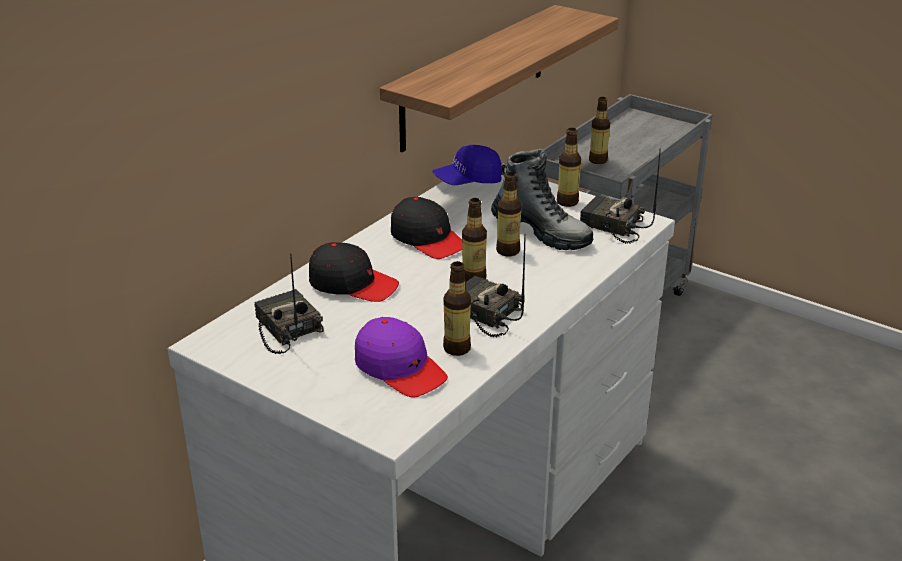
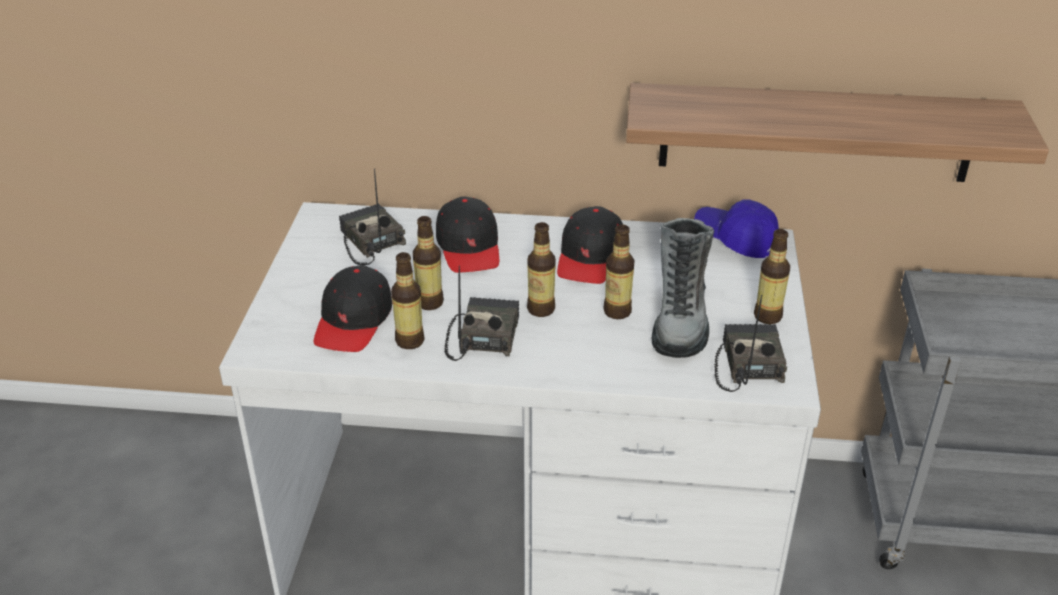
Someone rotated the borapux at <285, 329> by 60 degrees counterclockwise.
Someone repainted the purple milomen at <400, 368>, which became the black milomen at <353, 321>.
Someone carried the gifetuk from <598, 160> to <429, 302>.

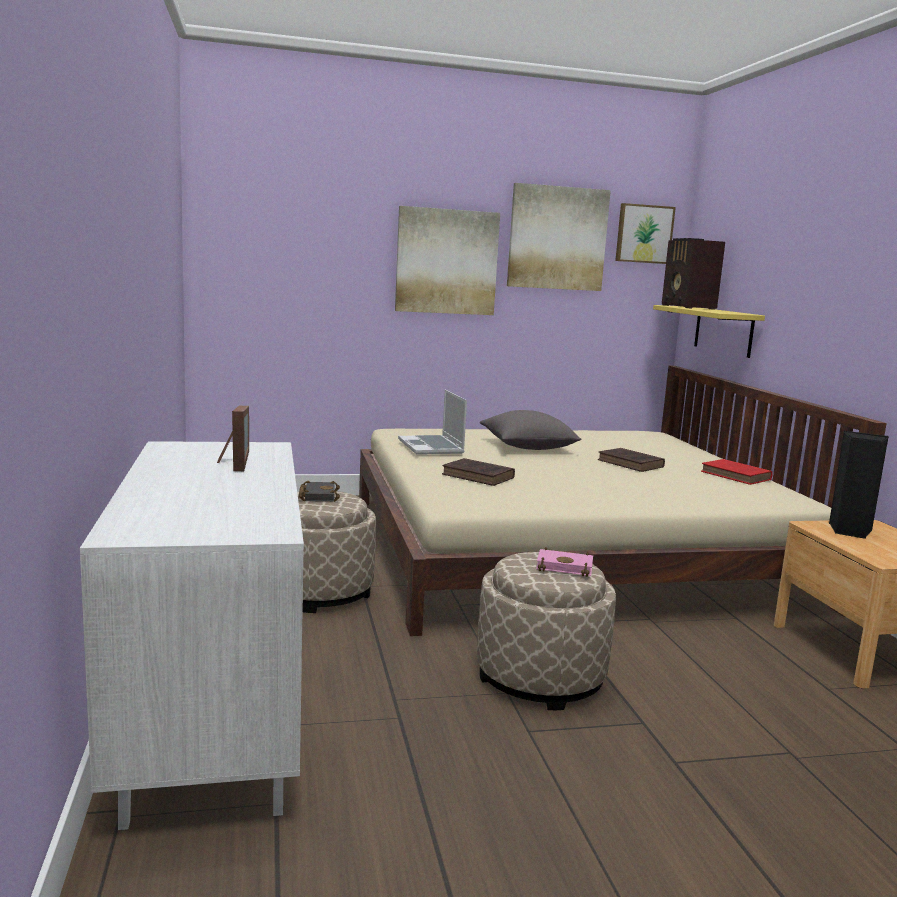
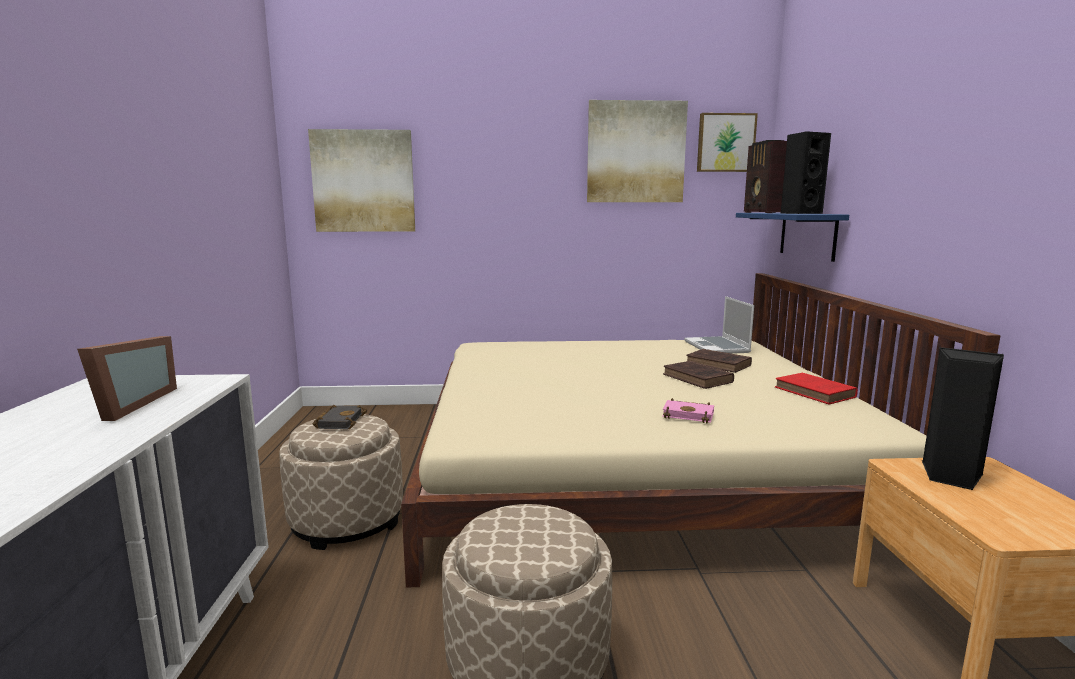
Someone carried the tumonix from <446, 261> to <363, 181>.
Someone carried the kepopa from <432, 447> to <717, 347>.
Someone carried the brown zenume from <479, 476> to <719, 364>.
Someone took away the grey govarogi at <527, 448>.
Someone carried the pink zenume from <566, 567> to <689, 415>.
Someone repainted the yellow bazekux at <723, 331>, which became the blue bazekux at <807, 235>.
Someone put down the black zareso at <800, 213>.

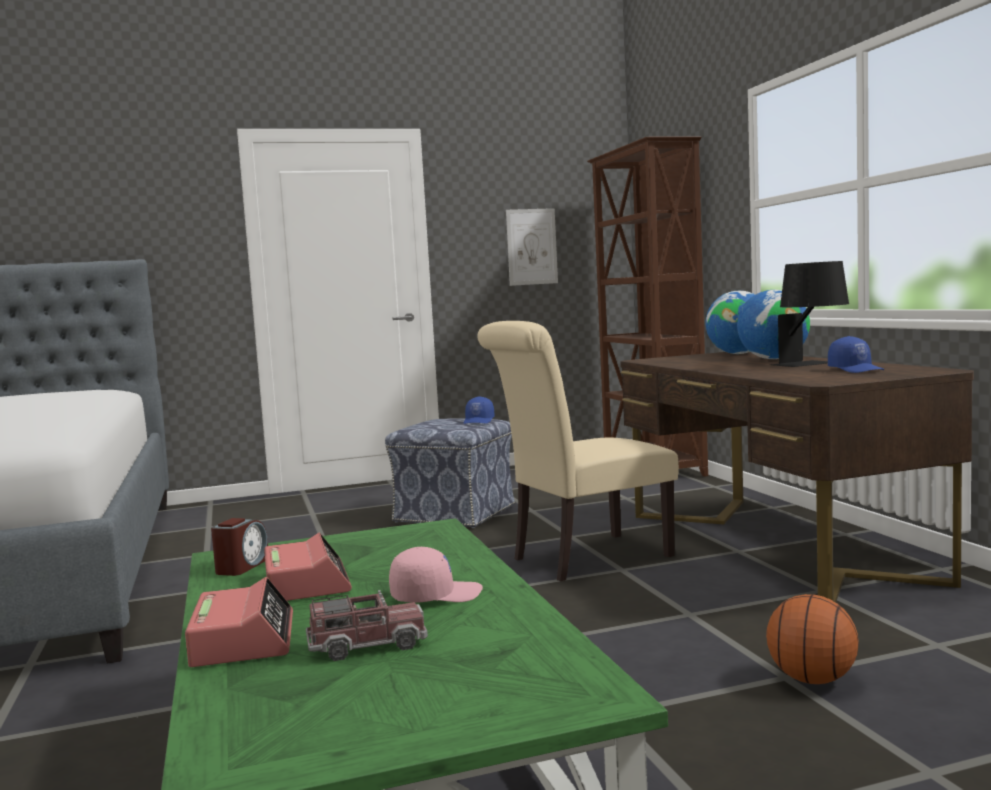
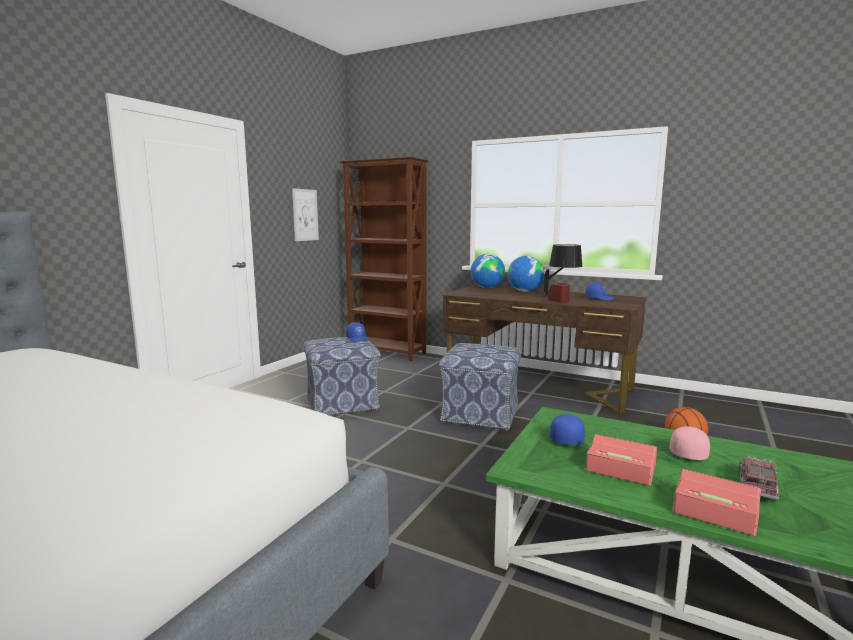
Someone carried the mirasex from <242, 566> to <559, 301>.
Someone swapped the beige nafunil at <583, 558> for the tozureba at <479, 414>.
Someone put down the blue milomen at <566, 438>.

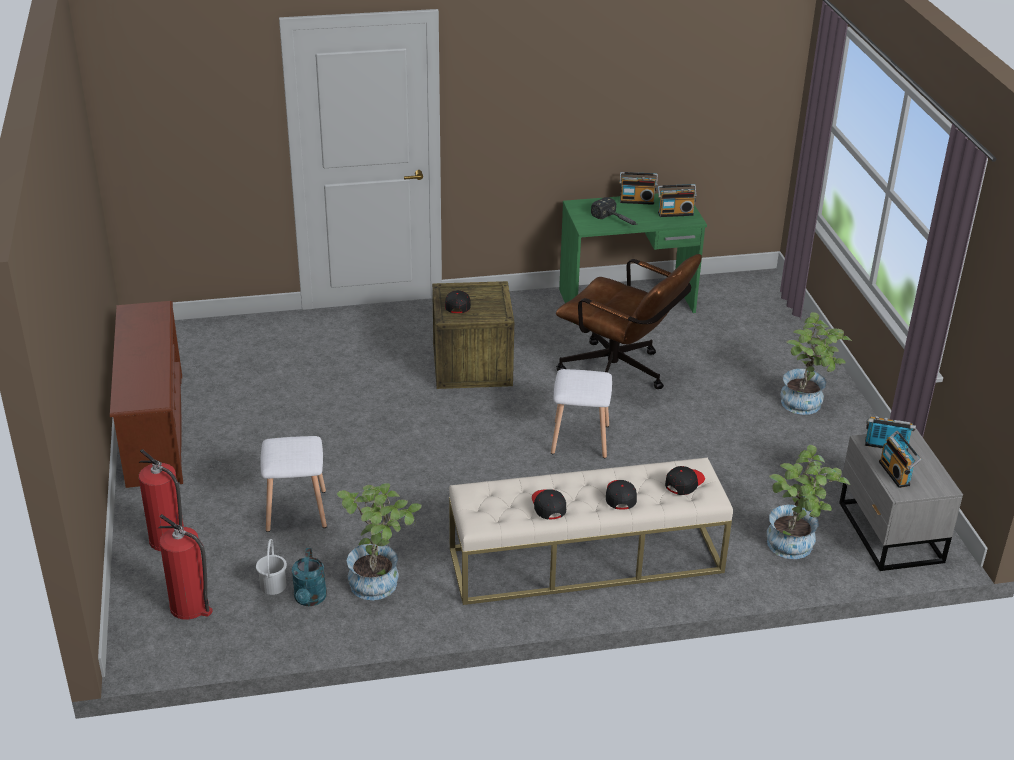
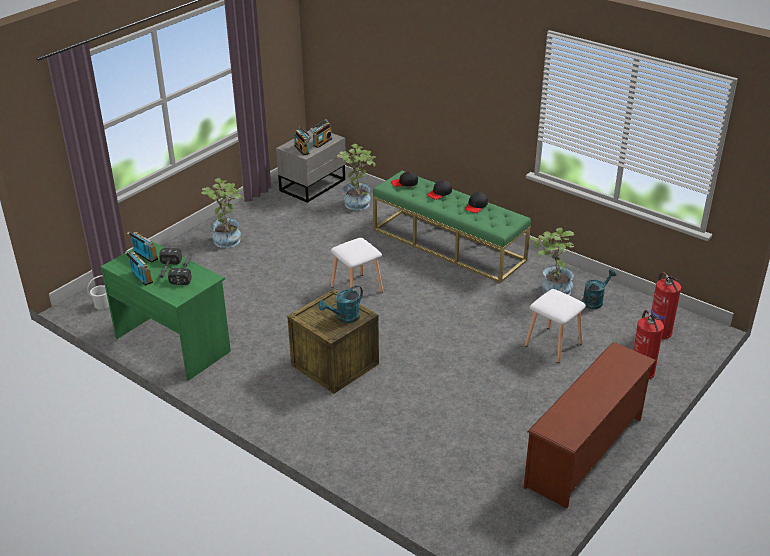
Someone carried the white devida from <272, 586> to <102, 304>.
Someone swapped the black milomen at <457, 305> for the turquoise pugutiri at <344, 318>.
Someone repainted the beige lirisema at <585, 561>, which became the green lirisema at <448, 245>.
Someone took away the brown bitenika at <621, 375>.
Someone put down the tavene at <167, 270>.

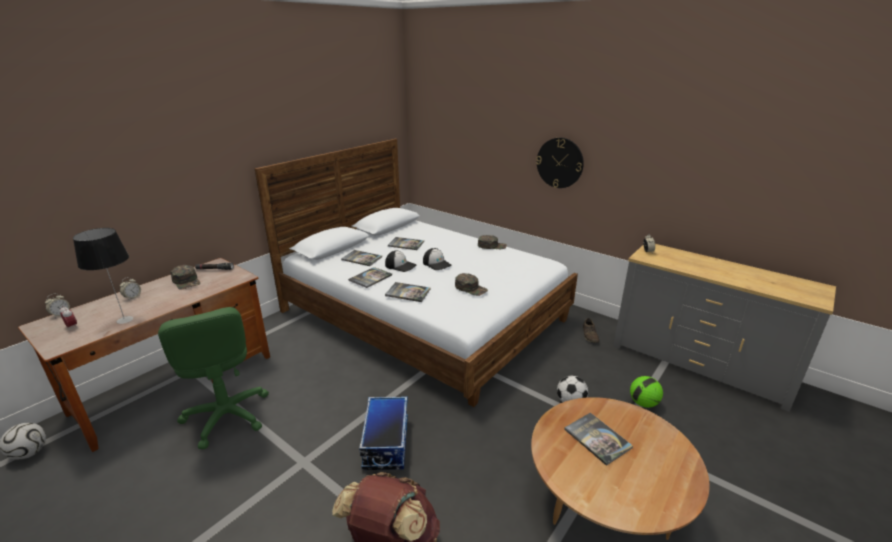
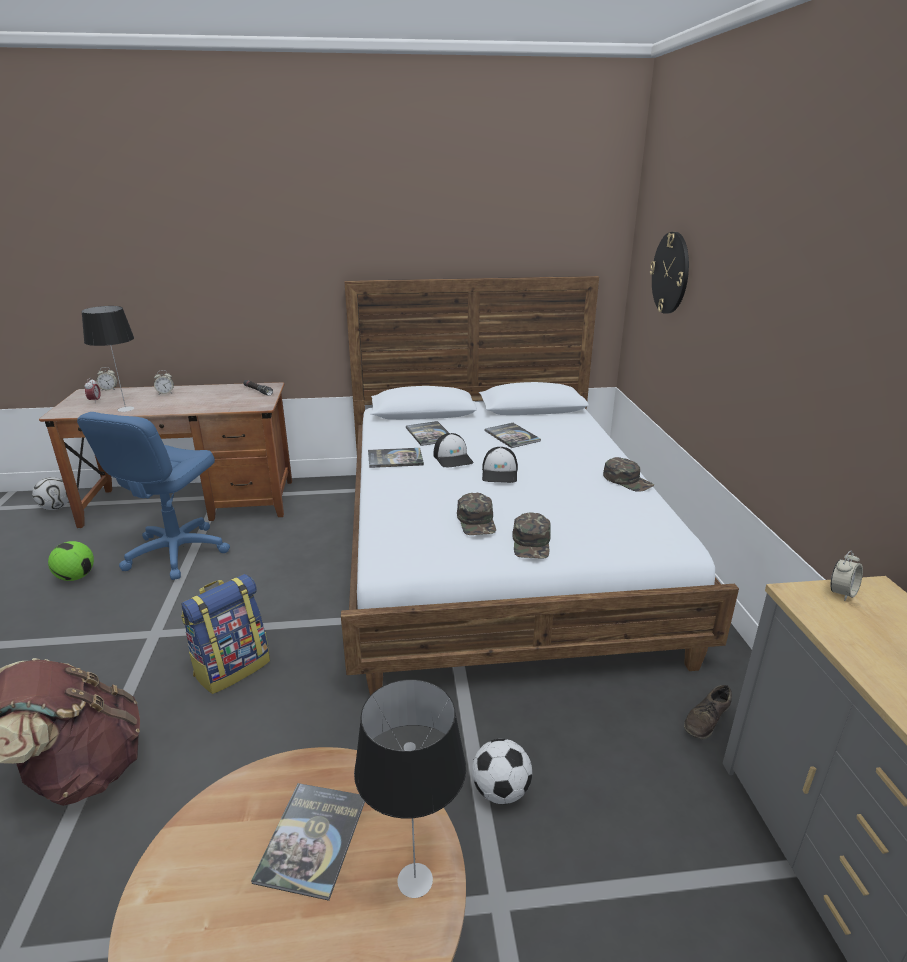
Someone repainted the green bitenika at <226, 416>, which became the blue bitenika at <176, 552>.
Someone carried the green milomen from <187, 281> to <532, 543>.
Someone swapped the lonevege at <385, 443> for the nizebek at <232, 668>.
Someone took away the zenume at <408, 292>.
Someone carried the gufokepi from <559, 163> to <670, 273>.
Someone carried the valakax from <643, 403> to <76, 577>.
Someone put down the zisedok at <415, 881>.

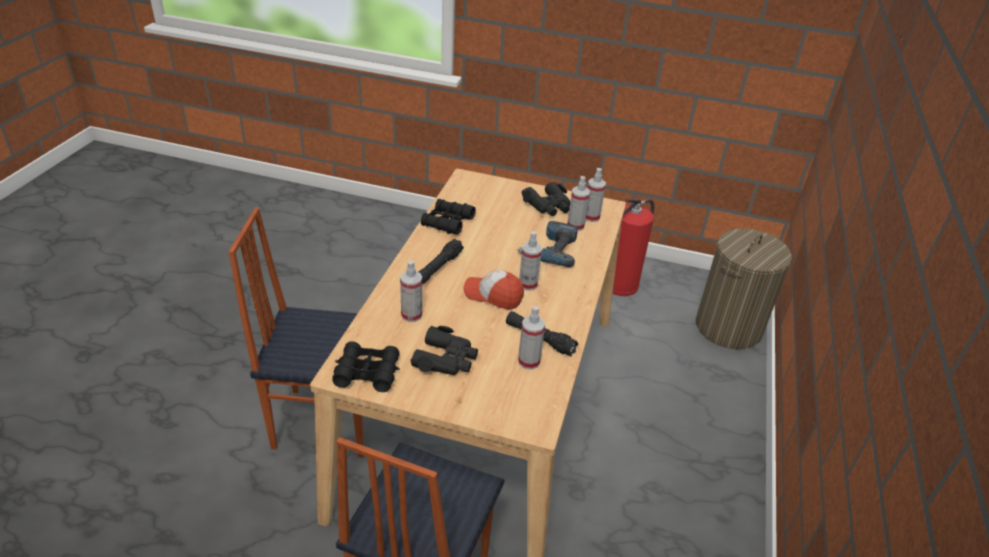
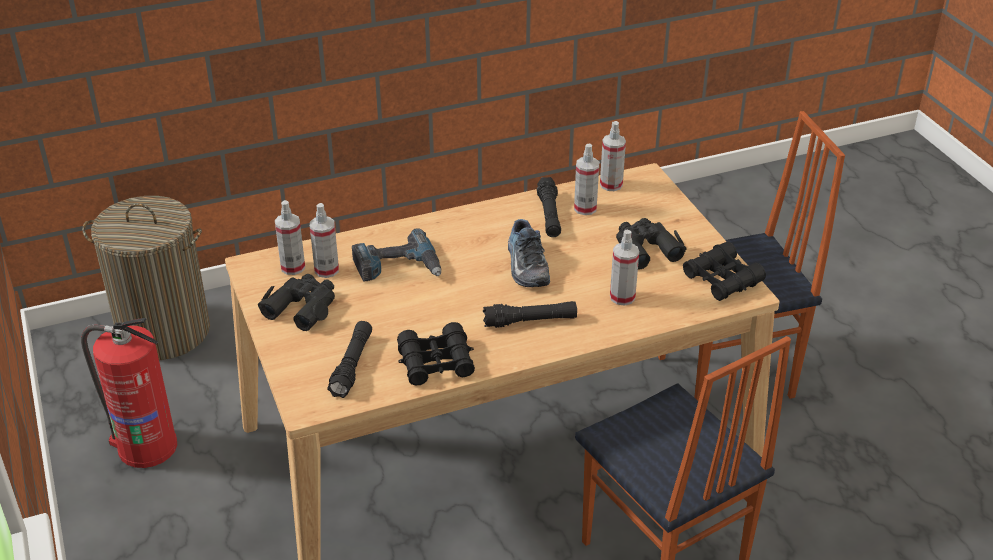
Someone swapped the milomen at <493, 295> for the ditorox at <525, 266>.
Someone carried the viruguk from <528, 284> to <611, 185>.
Someone put down the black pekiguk at <352, 365>.

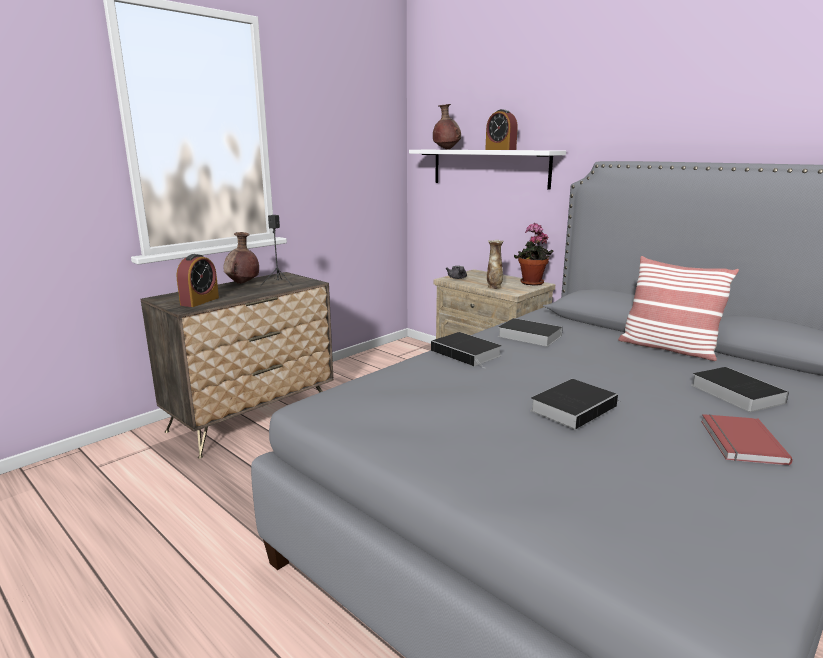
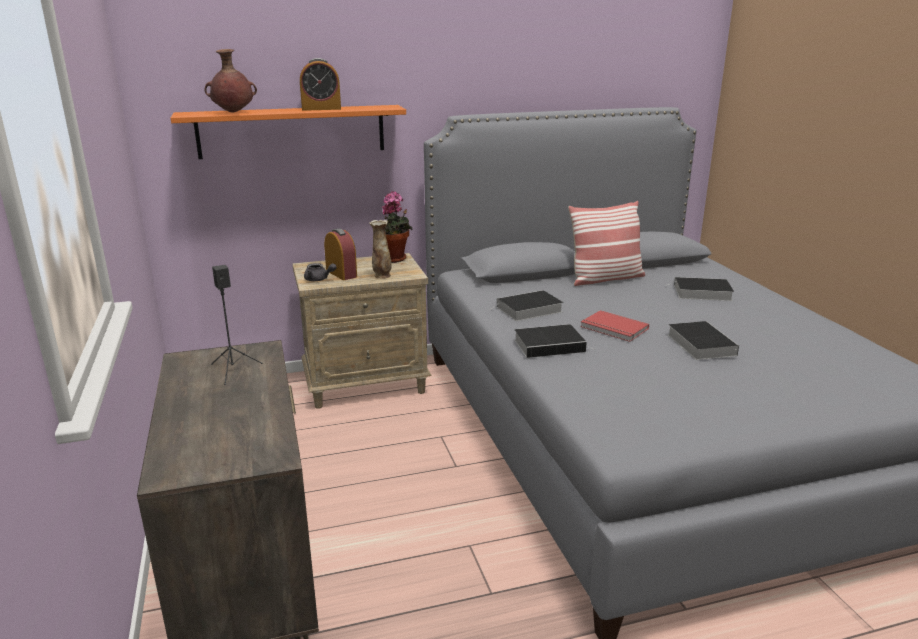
Someone carried the mirasex from <200, 301> to <341, 273>.
Someone took away the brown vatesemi at <242, 283>.
Someone repainted the white bazekux at <489, 168>, which became the orange bazekux at <292, 131>.
Someone carried the red zenume from <739, 442> to <613, 329>.

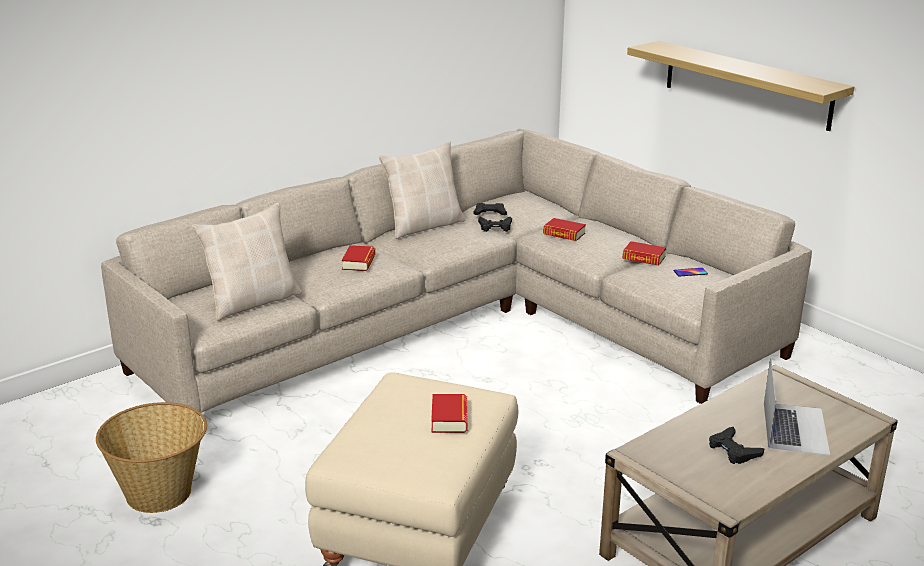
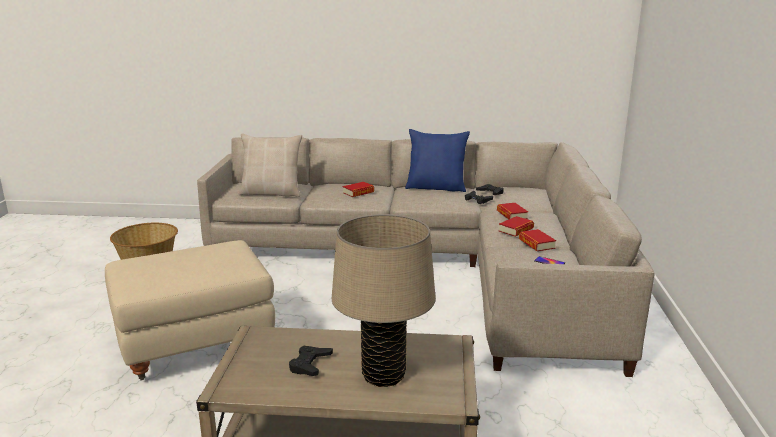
Someone repainted the beige govarogi at <424, 226>, which became the blue govarogi at <436, 187>.
Someone carried the zenume from <449, 418> to <516, 230>.
Someone took away the bazekux at <746, 84>.
Someone swapped the kepopa at <795, 428> for the beige zisedok at <383, 376>.

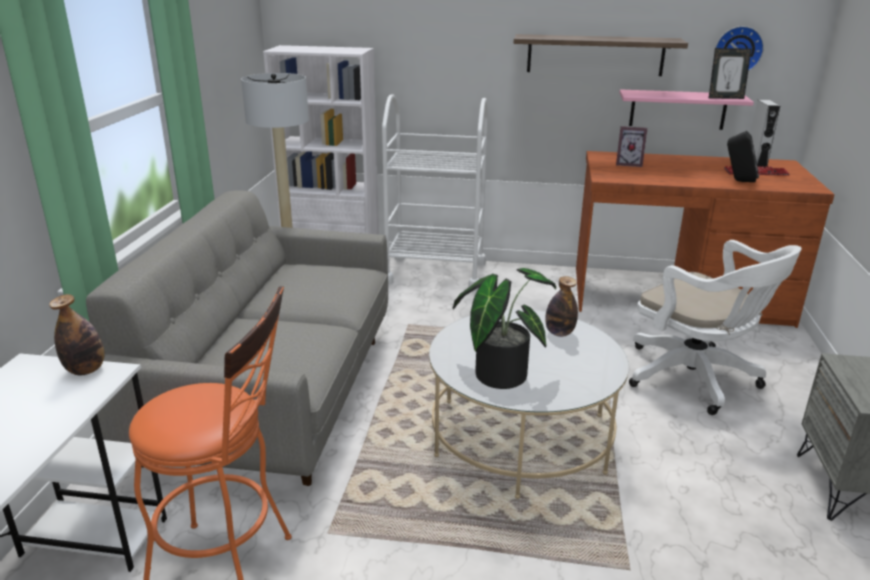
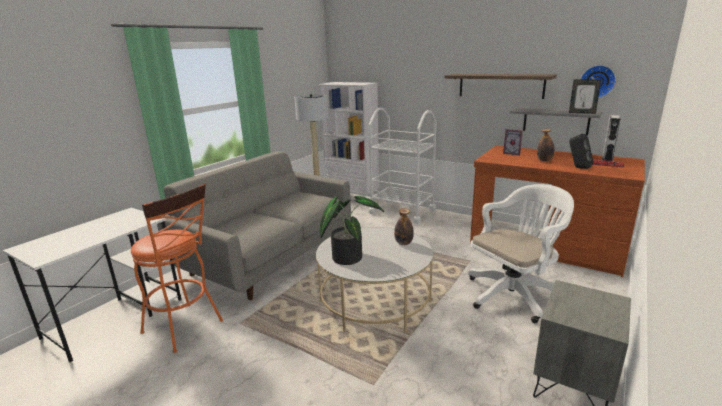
Someone carried the gifetuk from <86, 370> to <544, 160>.
Someone repainted the pink bazekux at <678, 109>, which became the grey bazekux at <555, 121>.
Someone rotated the white bitenika at <696, 379> by 105 degrees counterclockwise.

